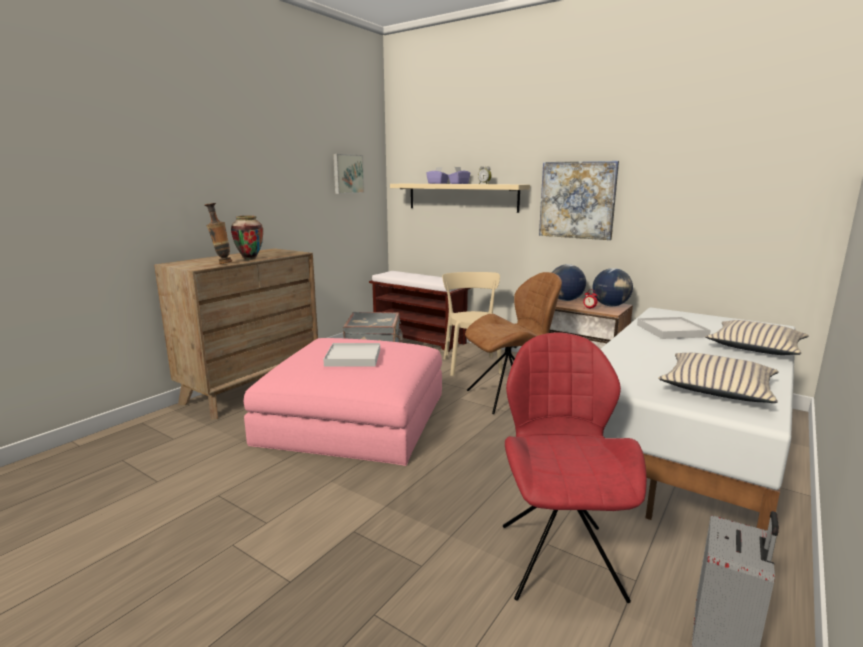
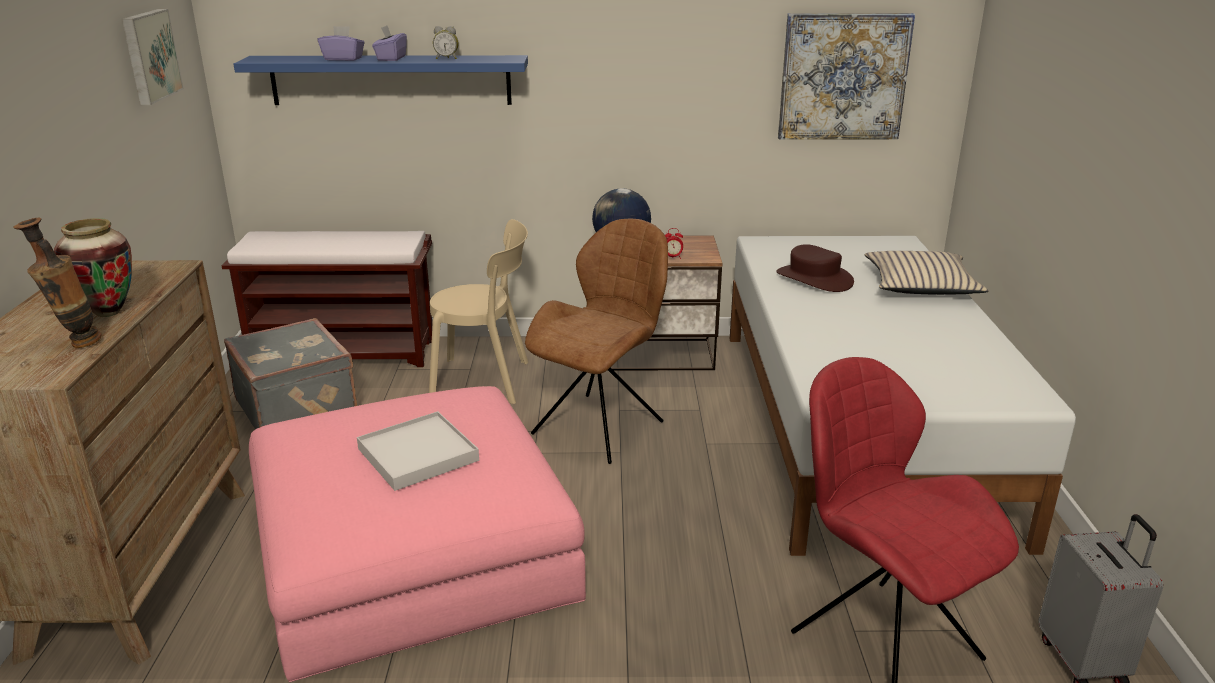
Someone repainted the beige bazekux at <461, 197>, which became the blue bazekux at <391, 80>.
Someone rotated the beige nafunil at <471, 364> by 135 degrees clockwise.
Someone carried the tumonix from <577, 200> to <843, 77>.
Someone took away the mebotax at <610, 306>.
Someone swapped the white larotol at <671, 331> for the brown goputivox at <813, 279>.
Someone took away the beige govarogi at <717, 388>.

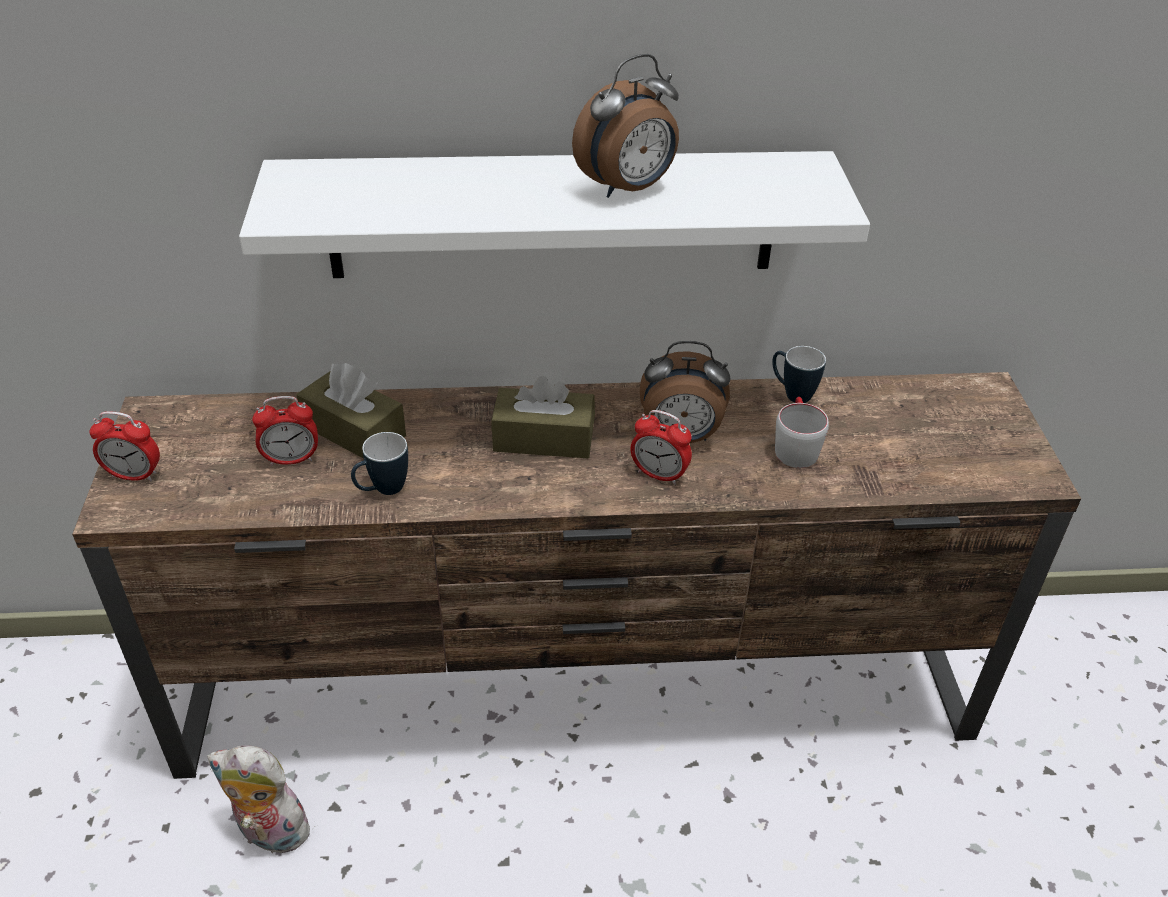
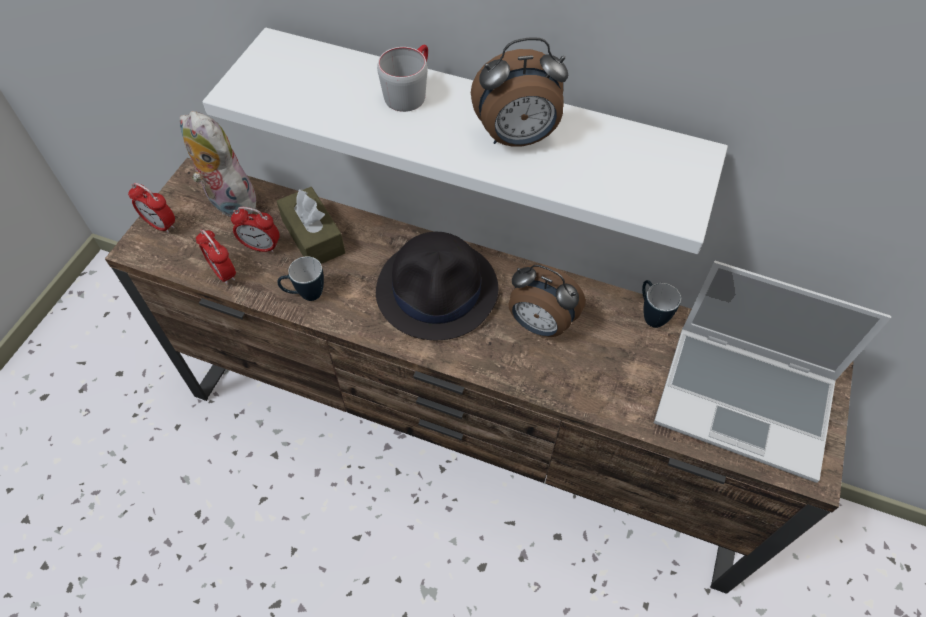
Someone carried the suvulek from <269, 833> to <227, 201>.
Someone swapped the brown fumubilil at <543, 438> for the black goputivox at <438, 290>.
Someone carried the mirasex from <659, 475> to <223, 273>.
Someone carried the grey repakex from <795, 446> to <409, 91>.
Someone put down the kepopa at <746, 401>.

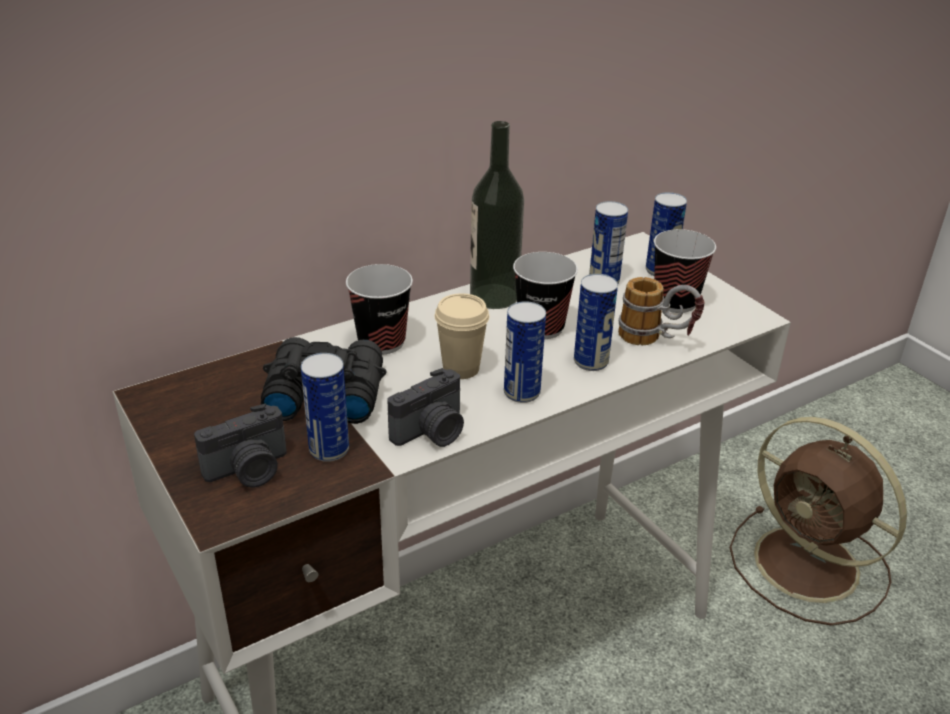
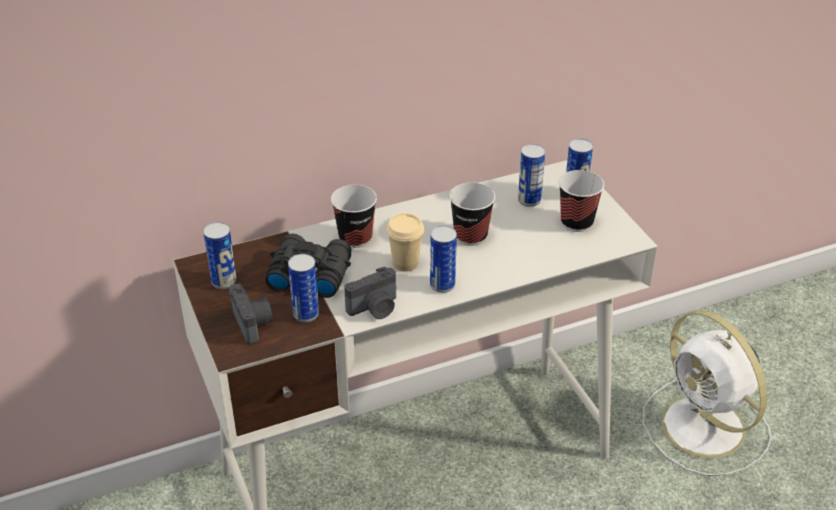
Someone rotated the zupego at <249, 471> by 90 degrees counterclockwise.
Someone took away the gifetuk at <494, 296>.
Someone carried the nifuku from <591, 362> to <224, 281>.
Someone took away the repakex at <656, 340>.
Someone repainted the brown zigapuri at <810, 566>, which became the white zigapuri at <706, 429>.

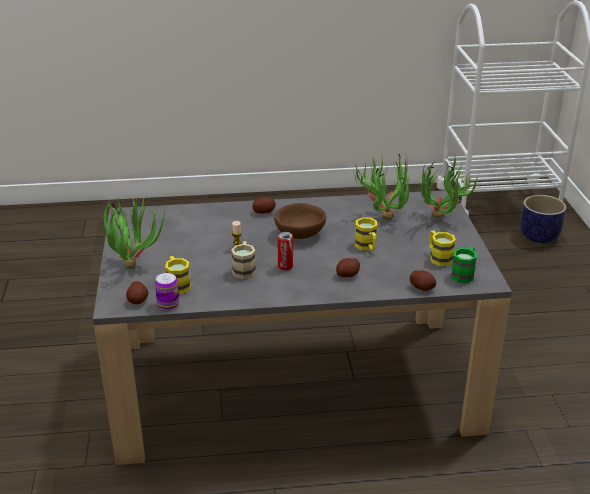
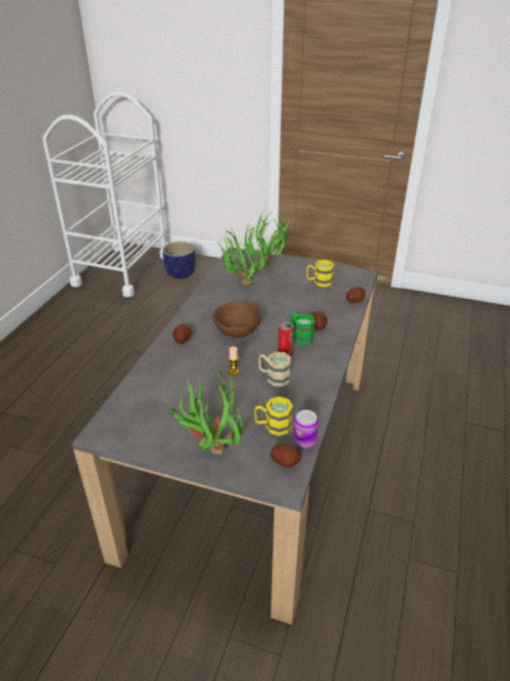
Someone took away the yellow repakex at <367, 247>.
Someone carried the green repakex from <464, 274> to <300, 336>.

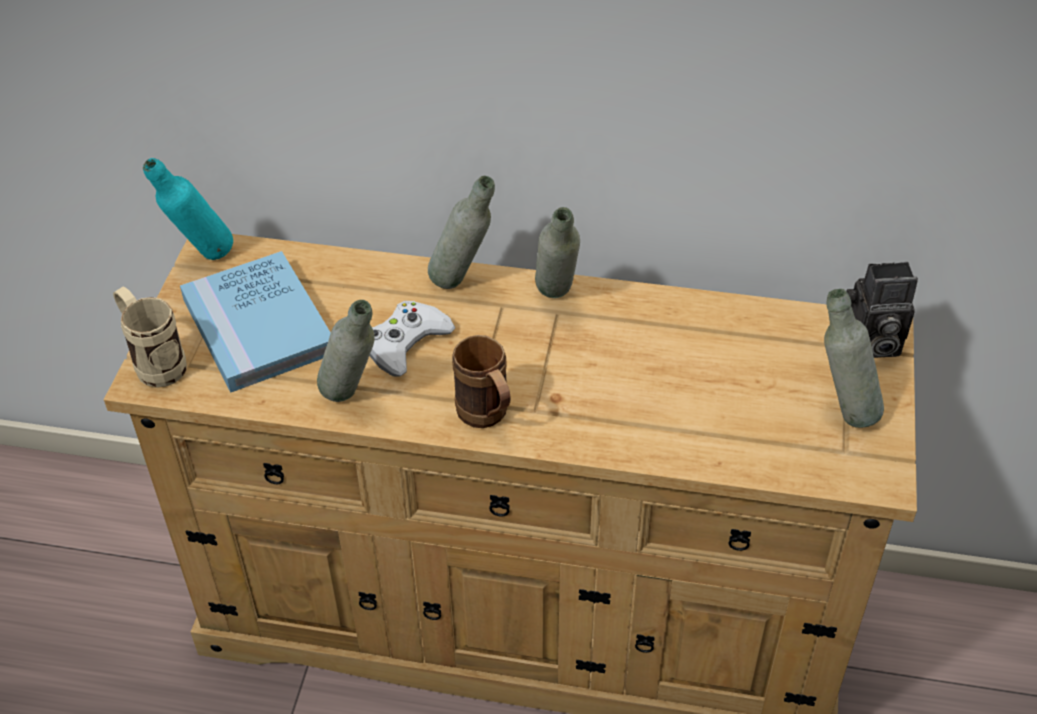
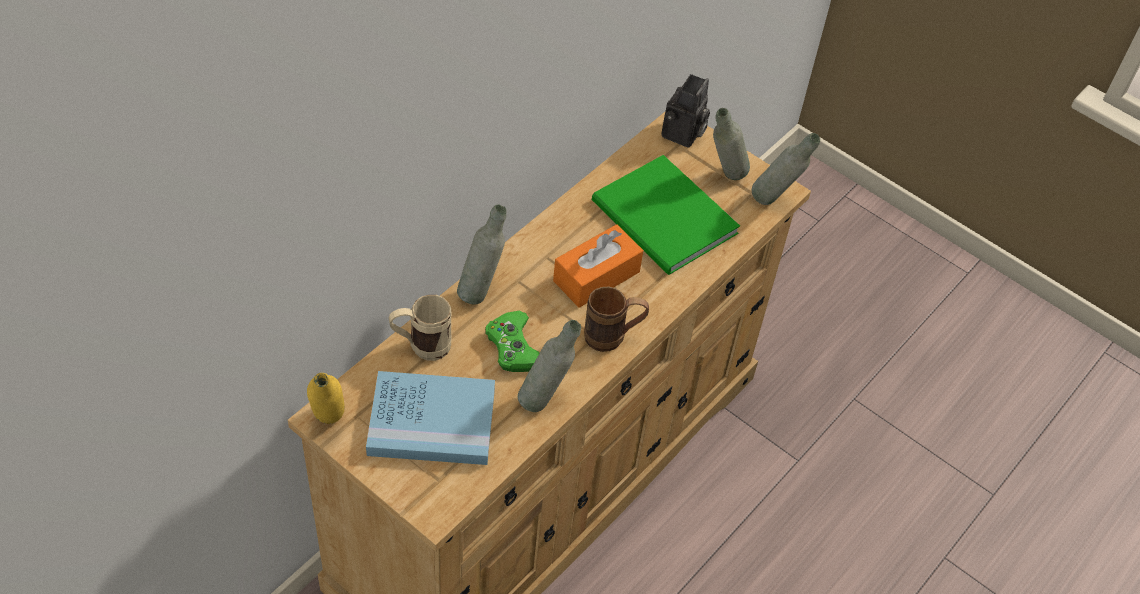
Someone carried the beige repakex from <154, 362> to <421, 347>.
Someone repainted the turquoise gifetuk at <202, 259>, which became the yellow gifetuk at <329, 426>.
Someone repainted the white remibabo at <406, 343>, which became the green remibabo at <514, 347>.
Someone carried the grey gifetuk from <556, 301> to <775, 202>.
Someone put down the orange fumubilil at <596, 276>.
Someone put down the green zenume at <664, 221>.

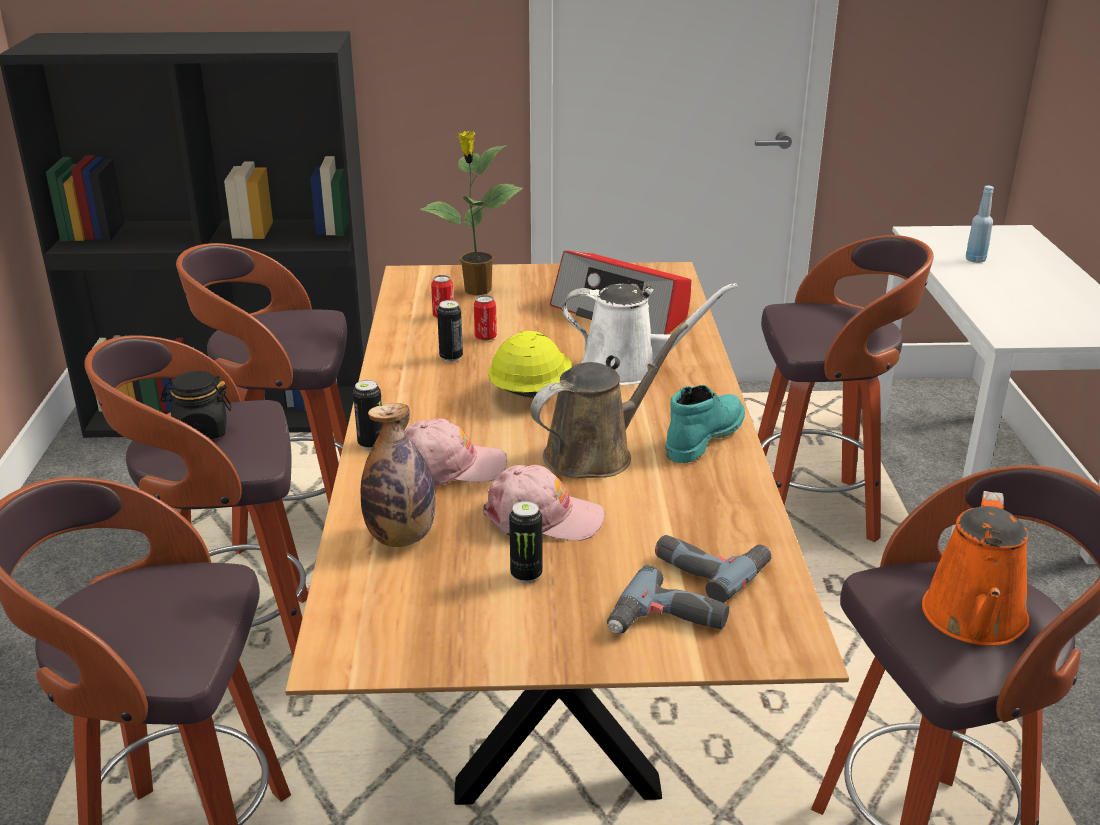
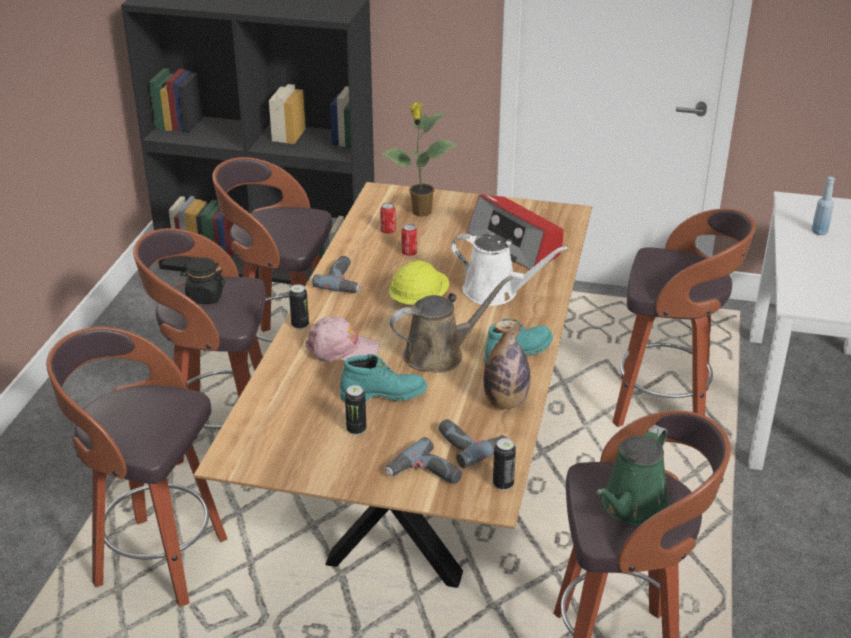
Someone carried the gifetuk from <401, 537> to <505, 402>.
Someone carried the nifuku from <451, 357> to <503, 484>.
Someone swapped the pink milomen at <542, 518> for the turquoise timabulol at <383, 394>.
Someone repainted the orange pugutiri at <974, 620>, which became the green pugutiri at <631, 507>.
Someone put down the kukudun at <344, 280>.

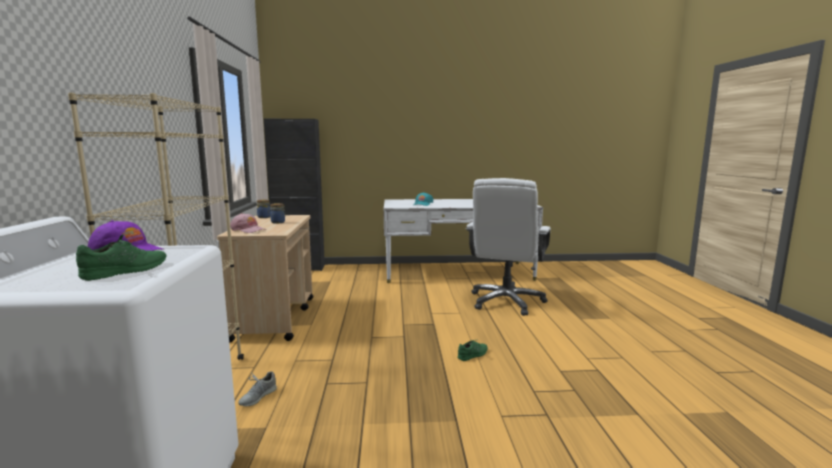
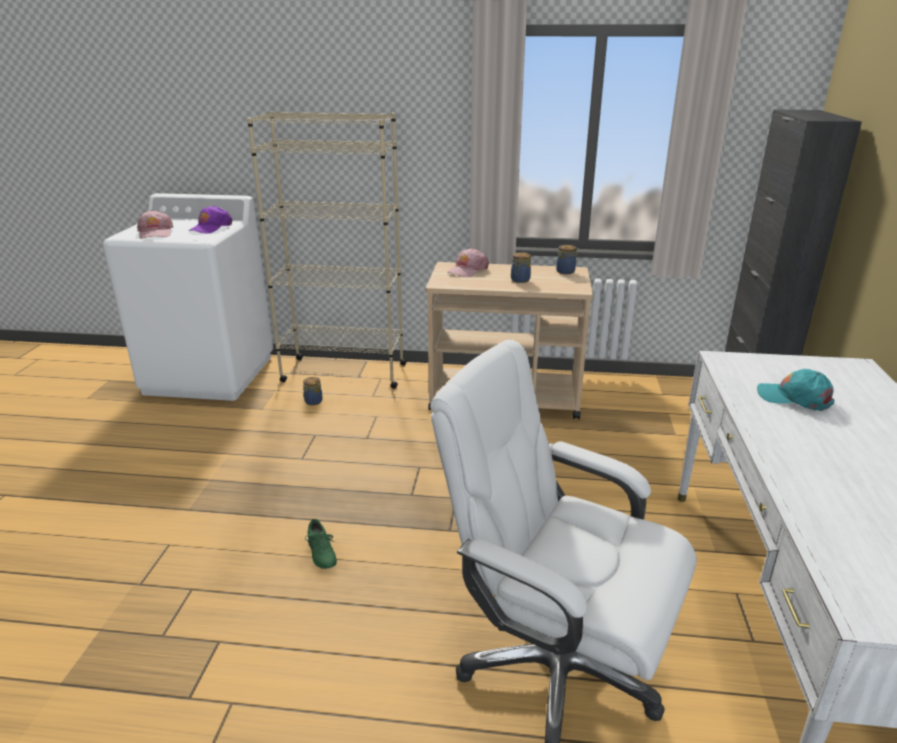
Someone swapped the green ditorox at <126, 271> for the pink milomen at <155, 233>.
Someone swapped the grey ditorox at <257, 397> for the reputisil at <313, 402>.

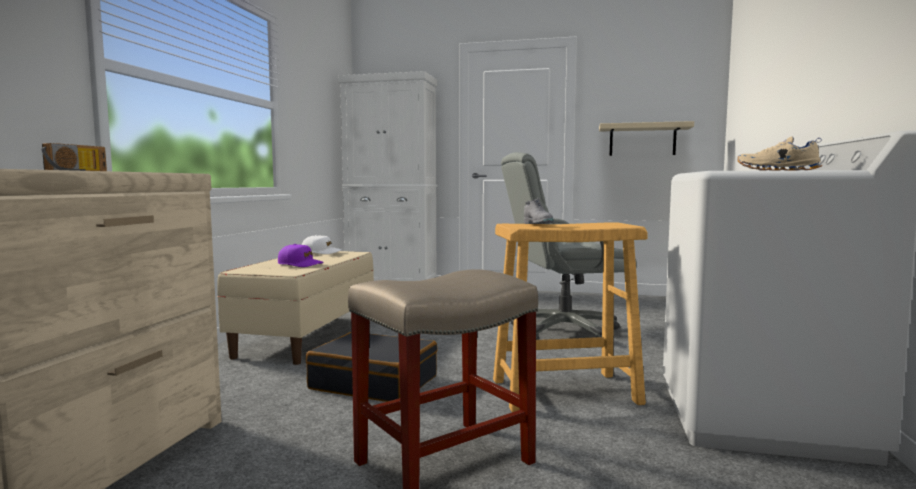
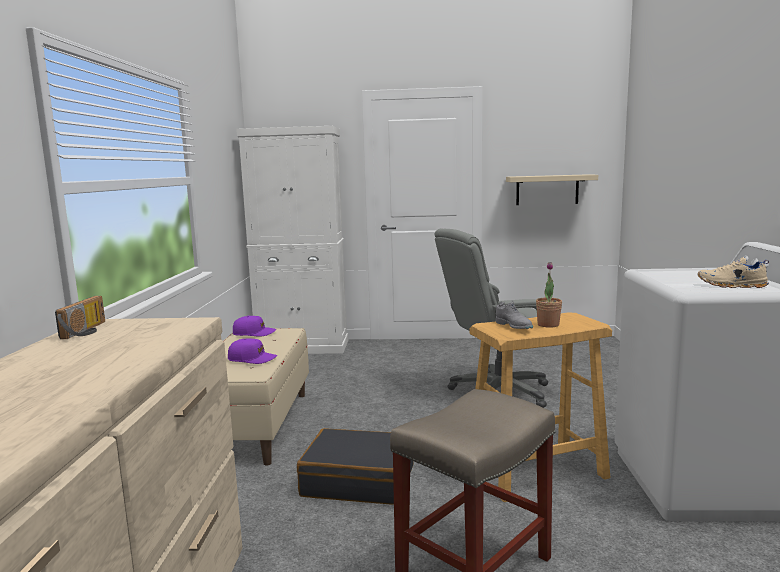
Someone repainted the white milomen at <321, 252>, which became the purple milomen at <254, 333>.
Someone put down the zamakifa at <548, 325>.

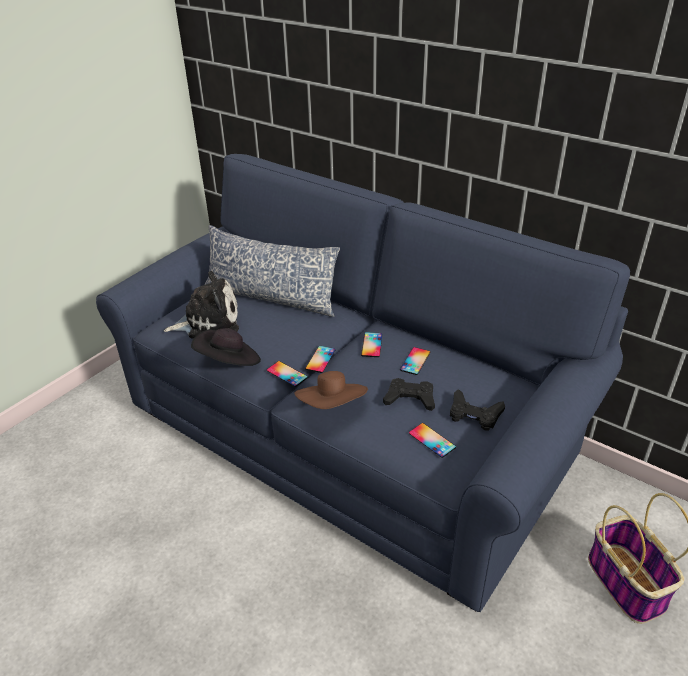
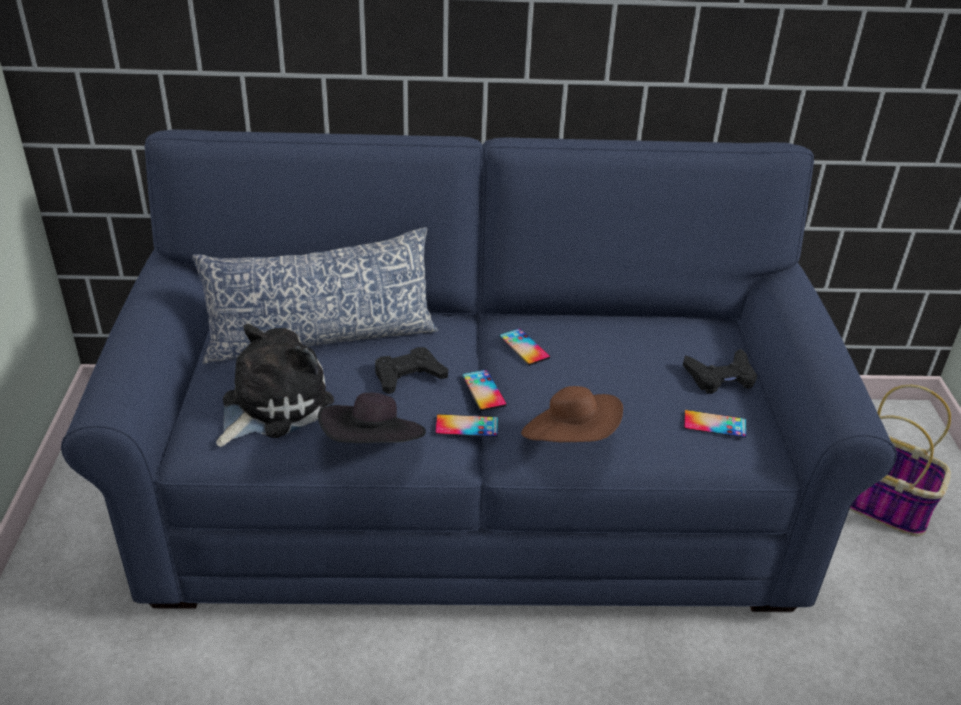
Someone carried the black remibabo from <410, 398> to <408, 376>.
Someone took away the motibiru at <415, 361>.

